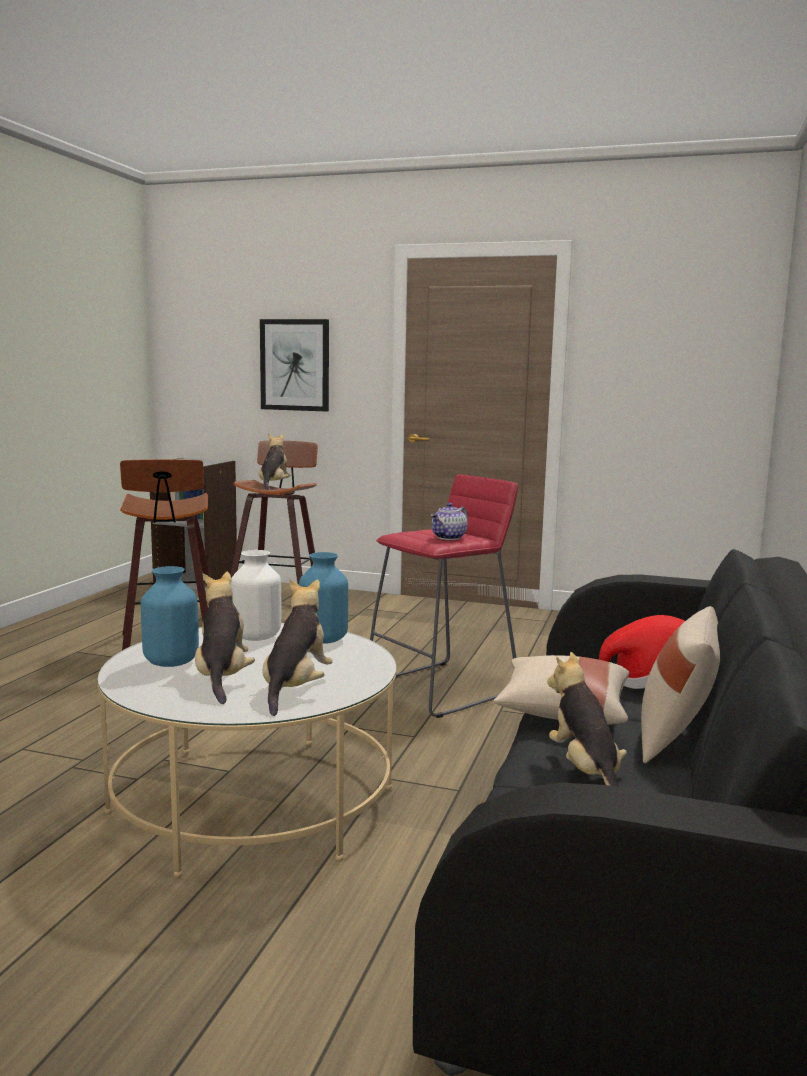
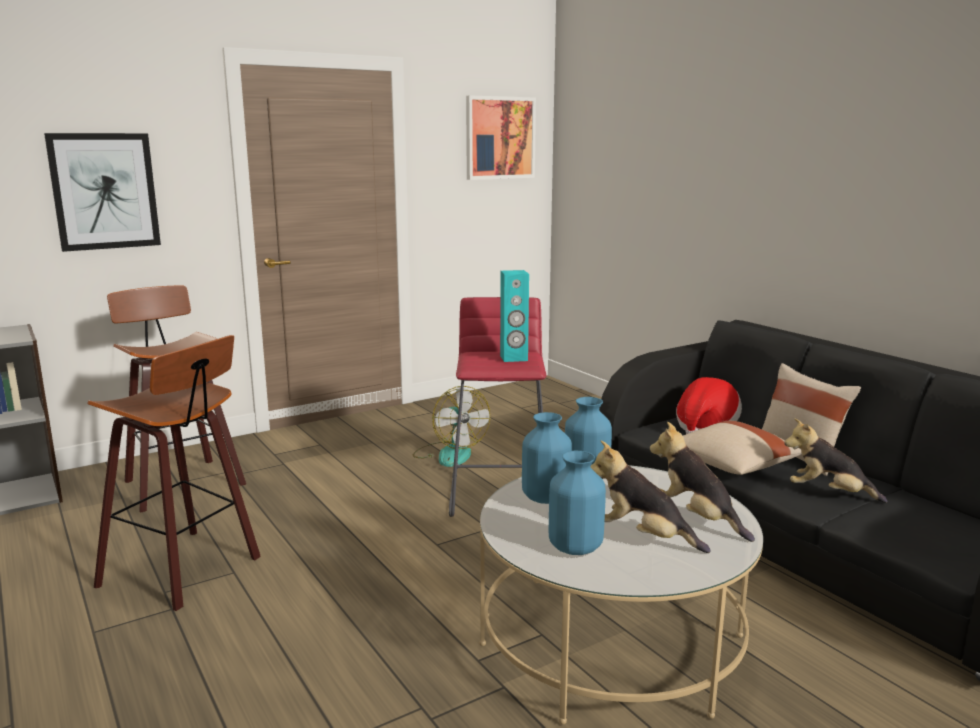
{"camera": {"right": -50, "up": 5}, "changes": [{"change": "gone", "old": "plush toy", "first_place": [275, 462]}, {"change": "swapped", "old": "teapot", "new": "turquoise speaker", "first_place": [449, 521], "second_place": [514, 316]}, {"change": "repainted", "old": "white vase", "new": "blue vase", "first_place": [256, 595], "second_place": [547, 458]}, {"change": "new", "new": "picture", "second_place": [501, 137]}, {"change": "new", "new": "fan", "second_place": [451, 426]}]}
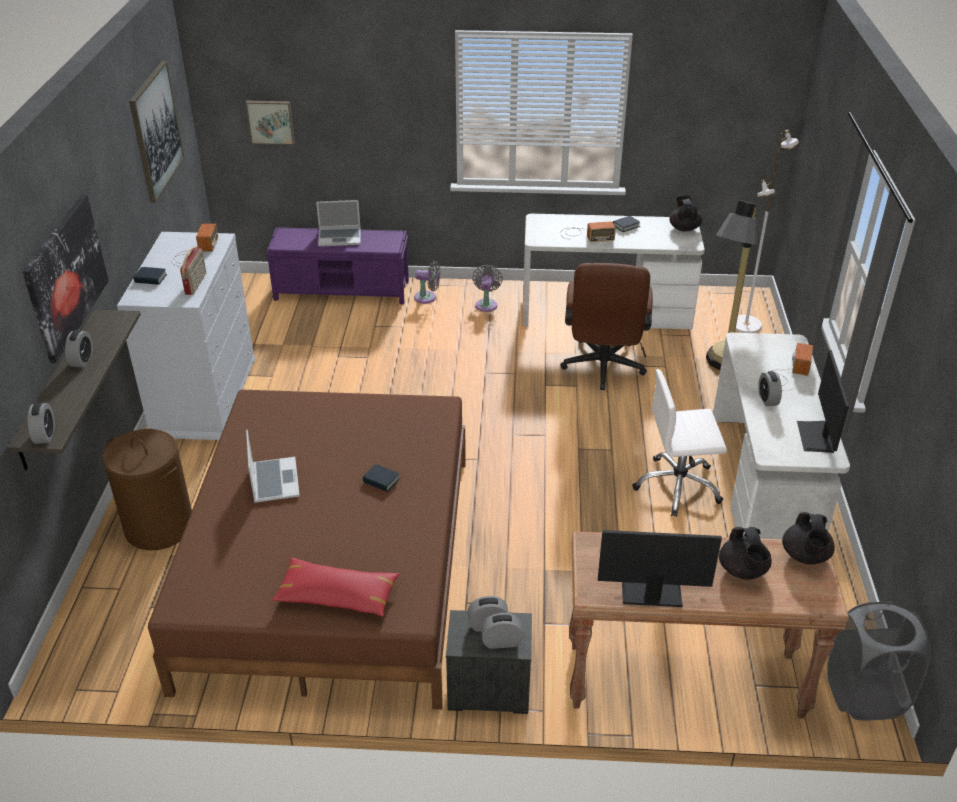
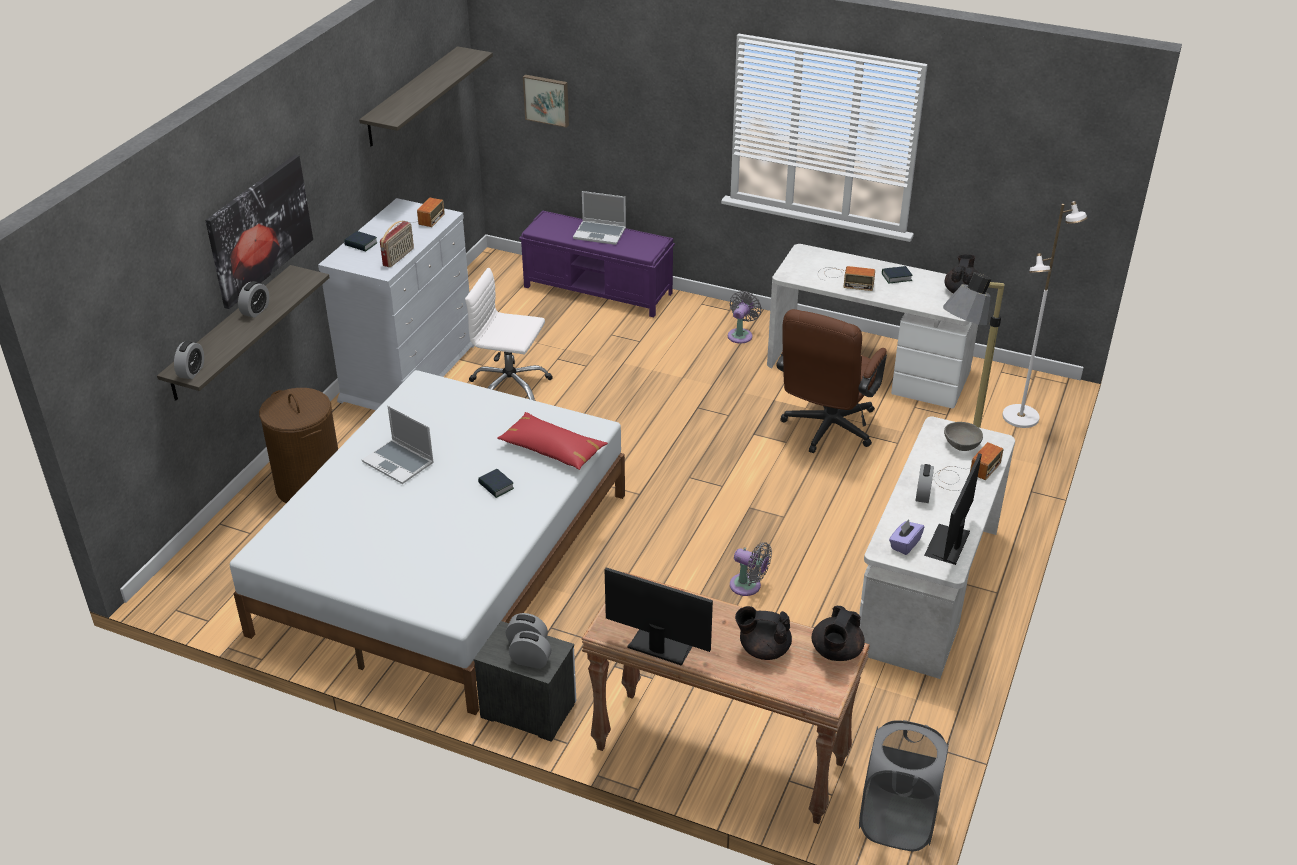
{"camera": {"right": 20, "up": 0}, "changes": [{"change": "swapped", "old": "picture", "new": "shelf", "first_place": [157, 132], "second_place": [426, 96]}, {"change": "shifted", "old": "grey fan", "first_place": [427, 282], "second_place": [751, 569]}, {"change": "shifted", "old": "white office chair", "first_place": [679, 443], "second_place": [509, 334]}, {"change": "repainted", "old": "brown bed", "new": "white bed", "first_place": [307, 549], "second_place": [427, 542]}, {"change": "rotated", "old": "laptop", "first_place": [273, 466], "second_place": [398, 444], "degrees": 120}, {"change": "rotated", "old": "black teapot", "first_place": [745, 553], "second_place": [763, 633], "degrees": 90}, {"change": "shifted", "old": "red pillow", "first_place": [335, 587], "second_place": [552, 441]}, {"change": "new", "new": "grey bowl", "second_place": [963, 436]}, {"change": "new", "new": "purple tissue box", "second_place": [906, 537]}]}
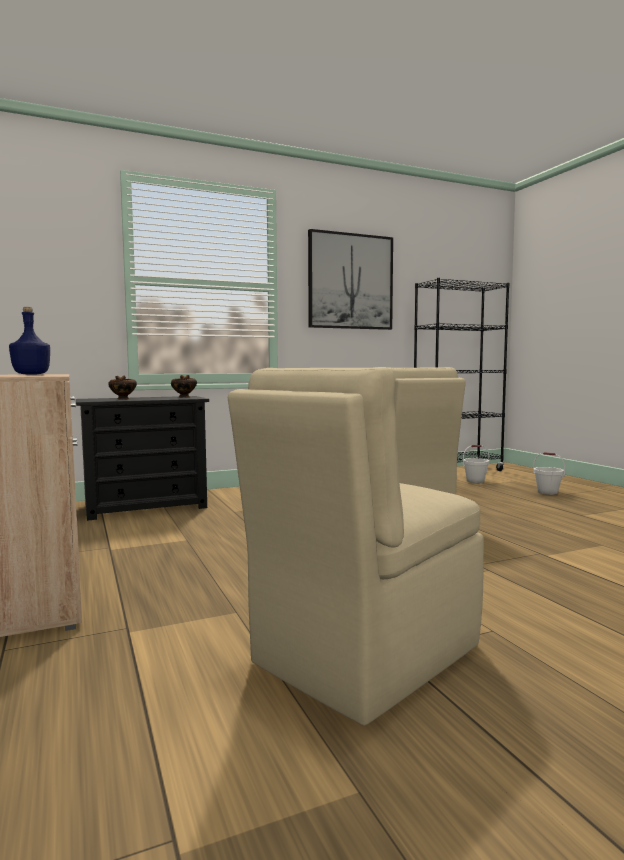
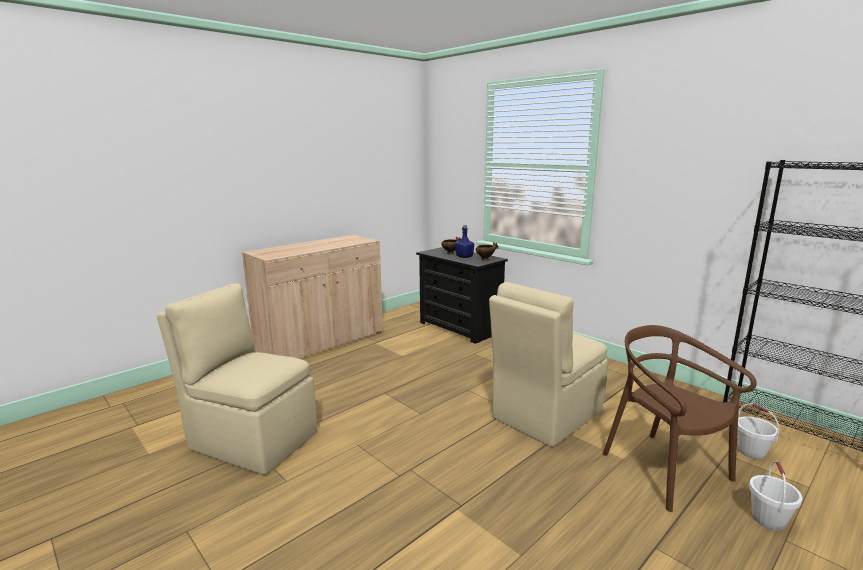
{"camera": {"right": 70, "up": 10}, "changes": [{"change": "gone", "old": "picture", "first_place": [350, 279]}, {"change": "shifted", "old": "blue bottle", "first_place": [29, 341], "second_place": [464, 241]}, {"change": "new", "new": "brown chair", "second_place": [680, 418]}]}
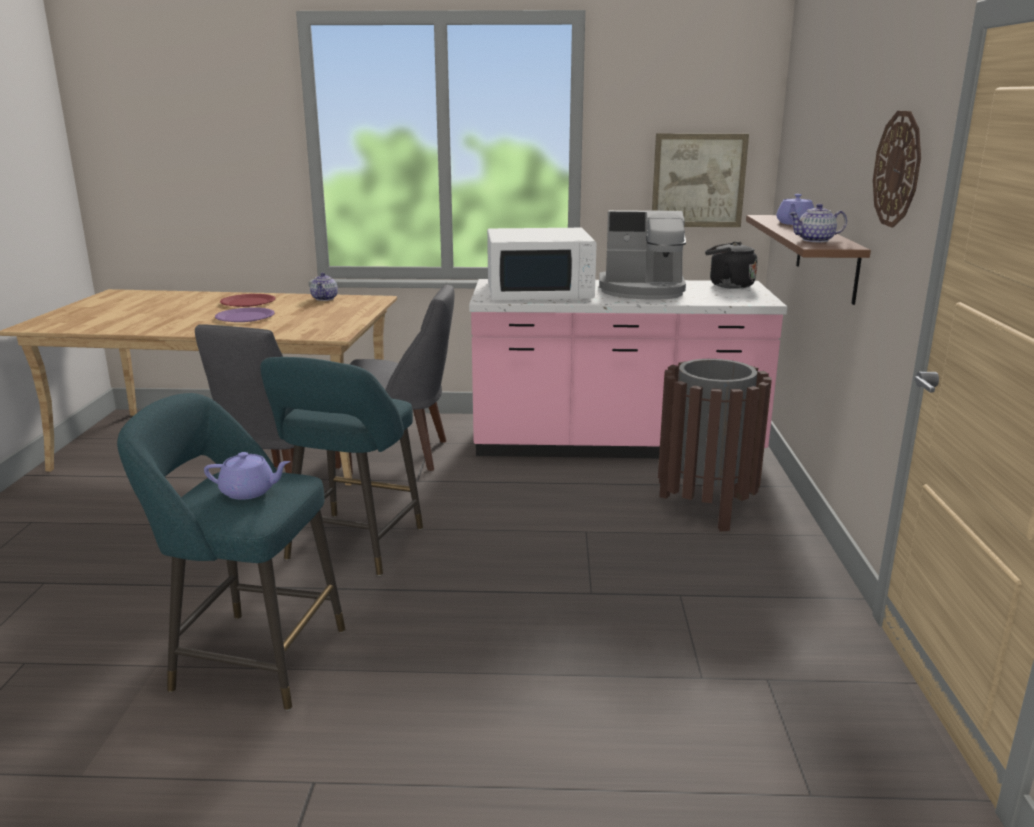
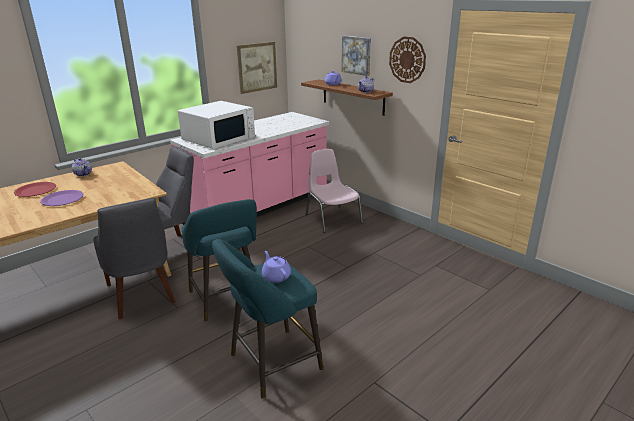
{"camera": {"right": -45, "up": 5}, "changes": [{"change": "gone", "old": "coffee machine", "first_place": [642, 255]}, {"change": "gone", "old": "black kettle", "first_place": [731, 265]}, {"change": "swapped", "old": "brown trash can", "new": "pink chair", "first_place": [715, 445], "second_place": [334, 190]}, {"change": "rotated", "old": "purple teapot", "first_place": [247, 476], "second_place": [276, 267], "degrees": -75}, {"change": "new", "new": "picture", "second_place": [356, 56]}]}
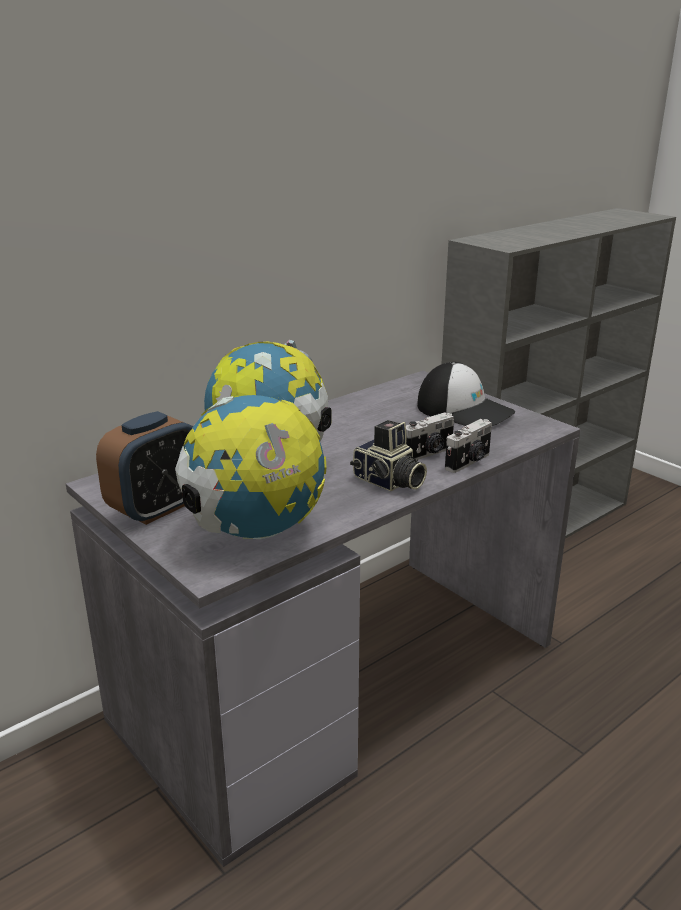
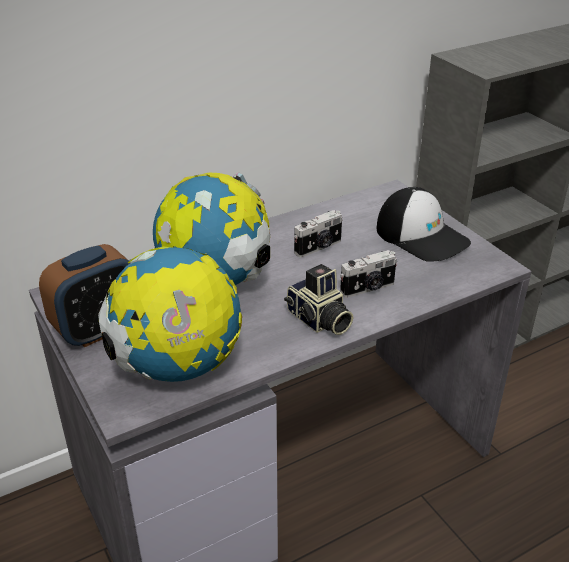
{"camera": {"right": 10, "up": 10}, "changes": [{"change": "shifted", "old": "photo camera", "first_place": [468, 446], "second_place": [318, 233]}]}
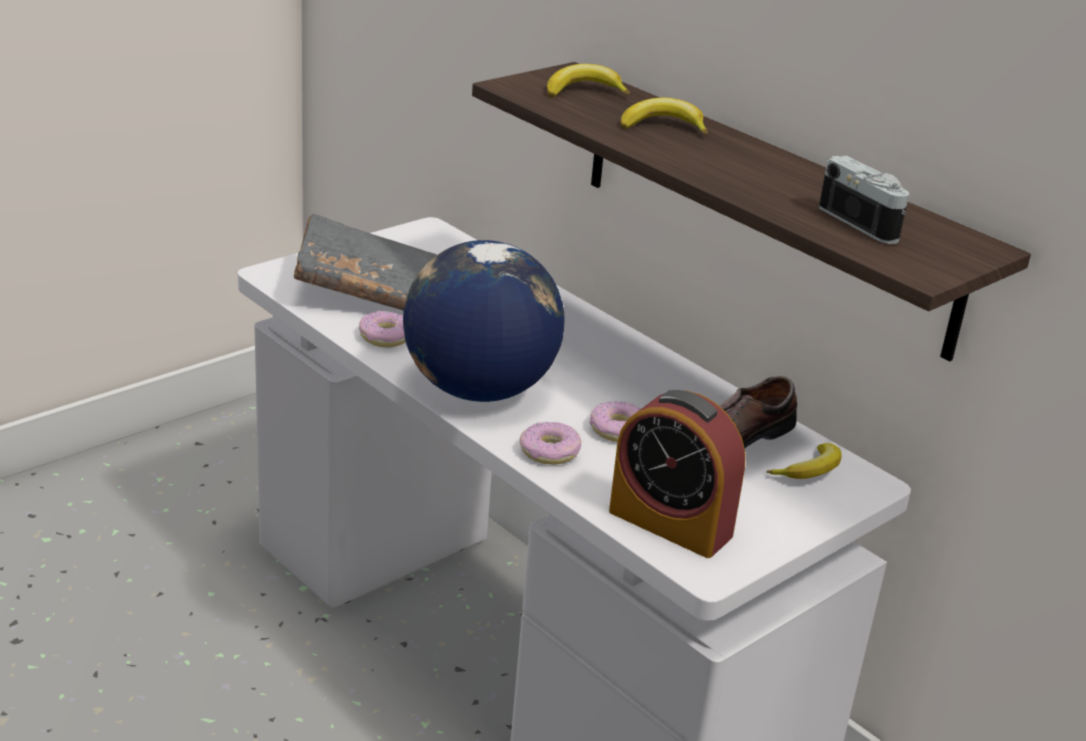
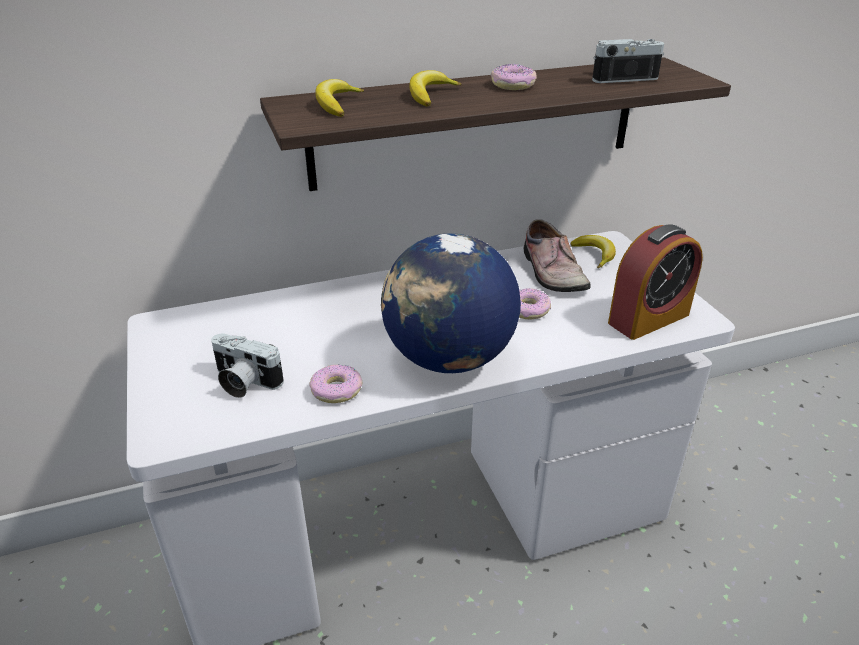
{"camera": {"right": -65, "up": 5}, "changes": [{"change": "swapped", "old": "grey book", "new": "photo camera", "first_place": [365, 262], "second_place": [247, 366]}, {"change": "shifted", "old": "donut", "first_place": [550, 443], "second_place": [514, 77]}]}
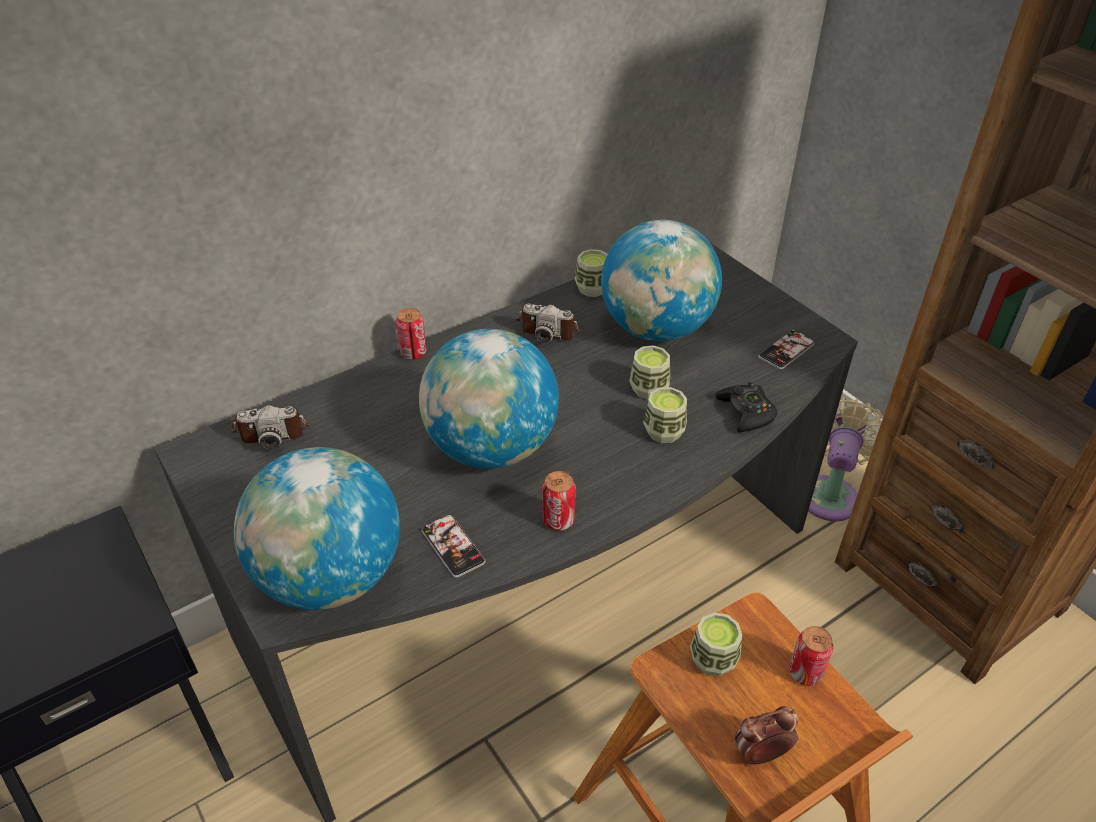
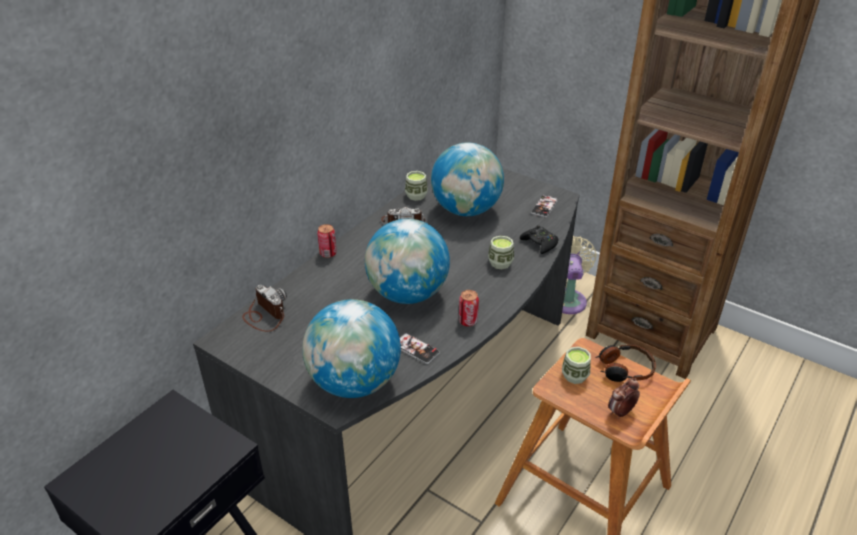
{"camera": {"right": -20, "up": -5}, "changes": [{"change": "gone", "old": "cup", "first_place": [649, 372]}, {"change": "rotated", "old": "photo camera", "first_place": [270, 427], "second_place": [264, 308], "degrees": -105}, {"change": "swapped", "old": "can", "new": "headphones", "first_place": [811, 656], "second_place": [625, 363]}]}
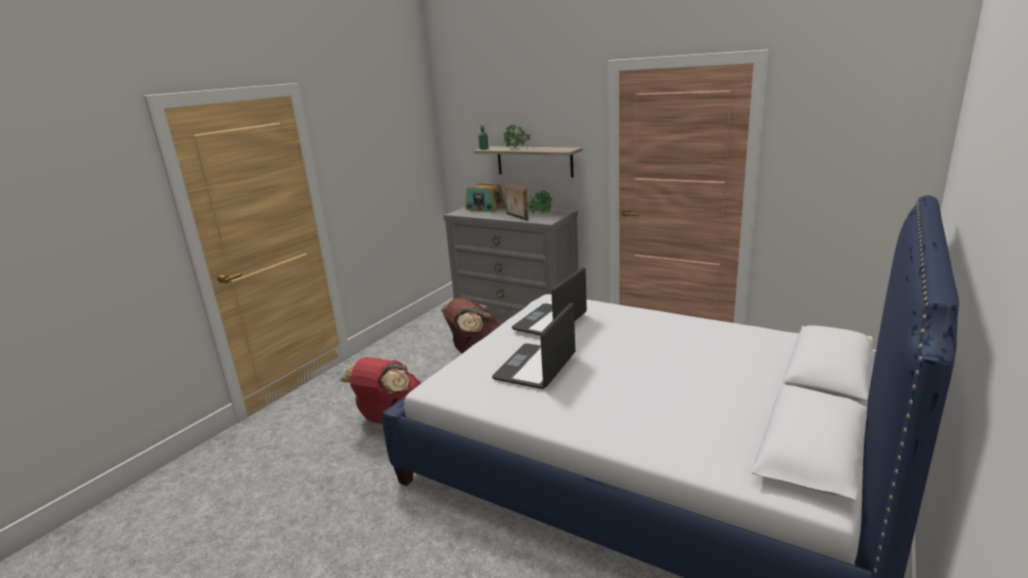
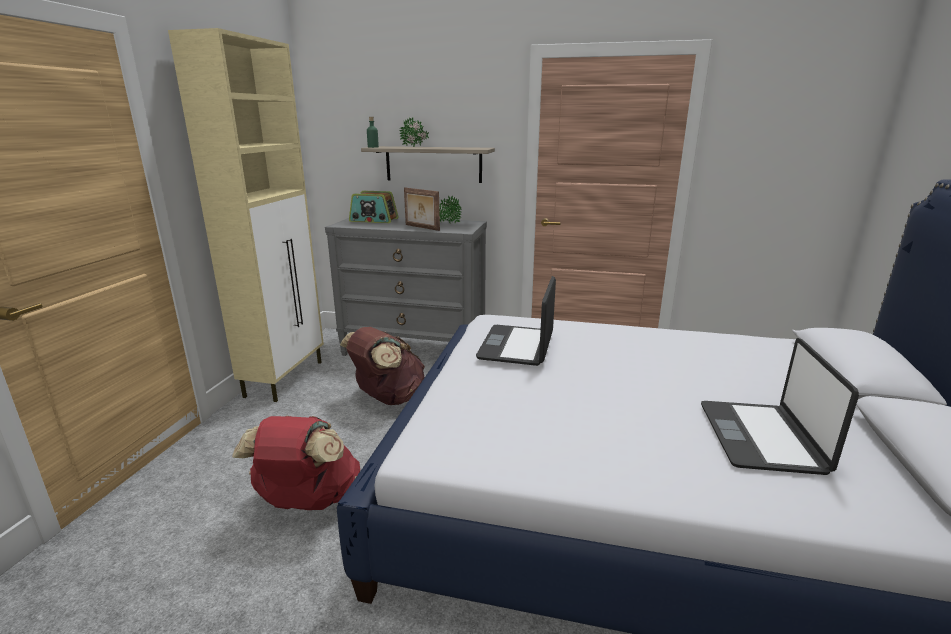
{"camera": {"right": -20, "up": 0}, "changes": [{"change": "shifted", "old": "laptop", "first_place": [534, 346], "second_place": [780, 406]}, {"change": "new", "new": "beige cabinet", "second_place": [246, 215]}]}
